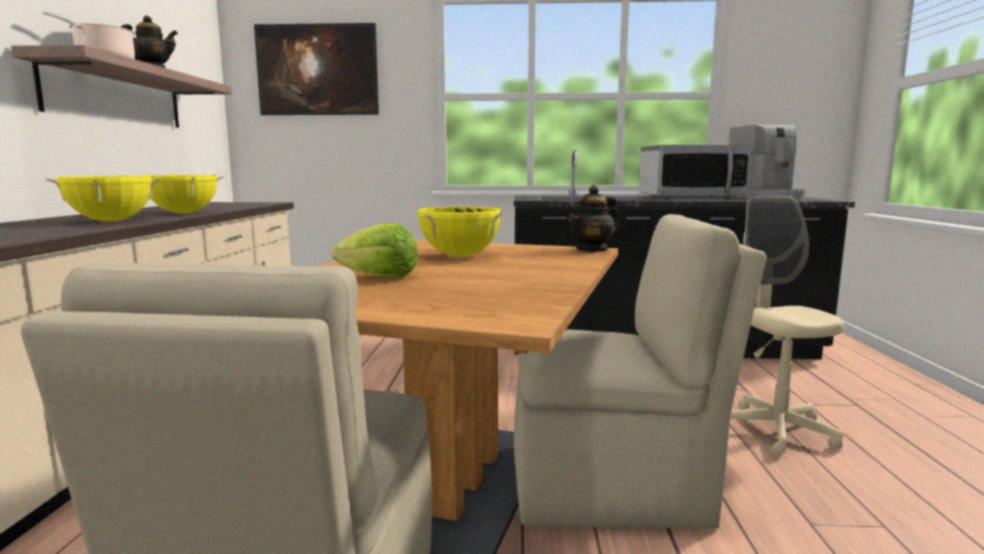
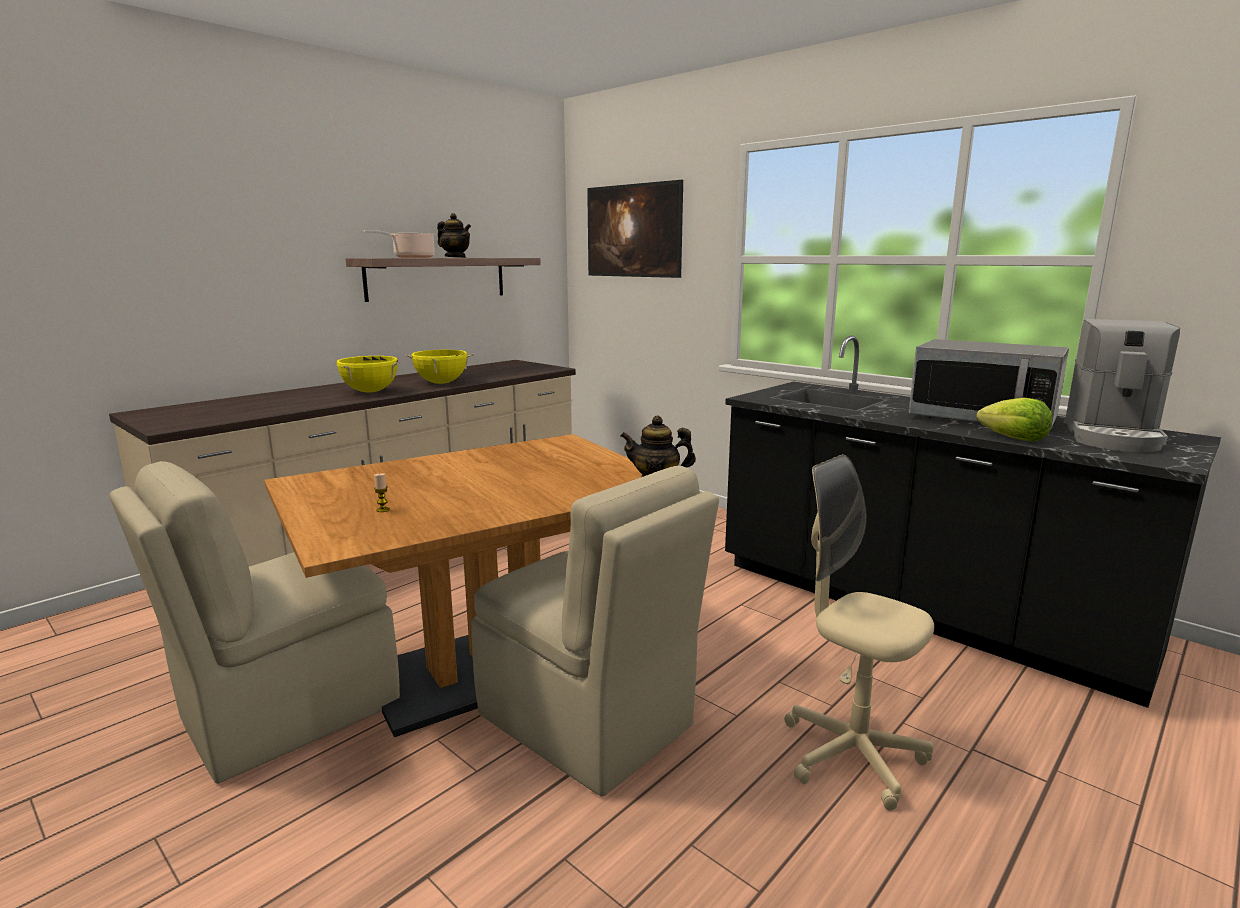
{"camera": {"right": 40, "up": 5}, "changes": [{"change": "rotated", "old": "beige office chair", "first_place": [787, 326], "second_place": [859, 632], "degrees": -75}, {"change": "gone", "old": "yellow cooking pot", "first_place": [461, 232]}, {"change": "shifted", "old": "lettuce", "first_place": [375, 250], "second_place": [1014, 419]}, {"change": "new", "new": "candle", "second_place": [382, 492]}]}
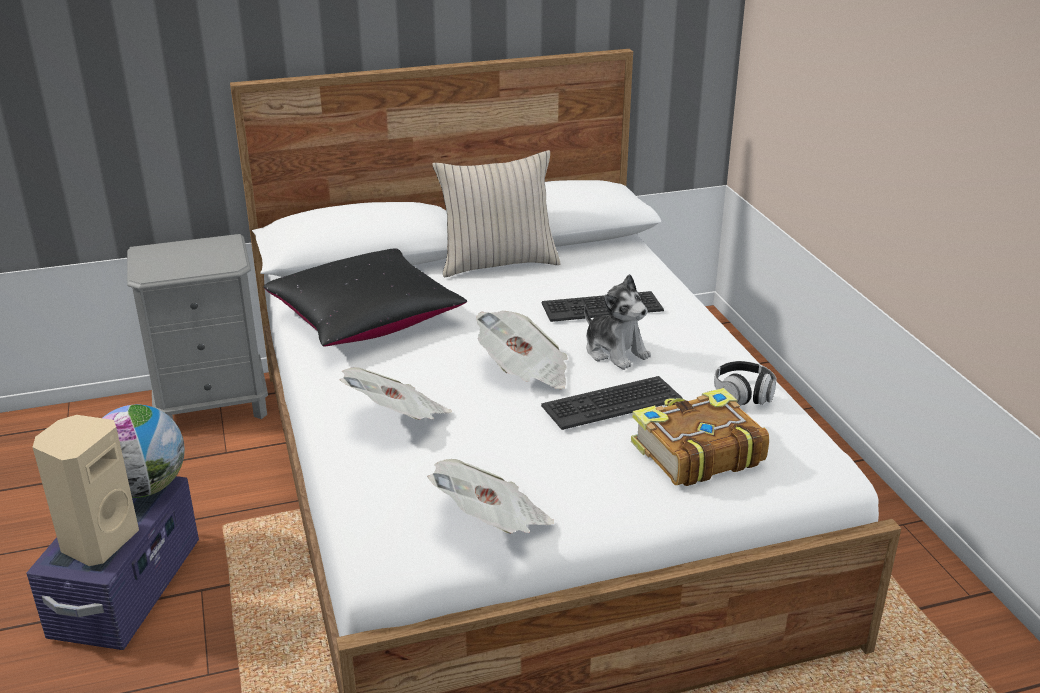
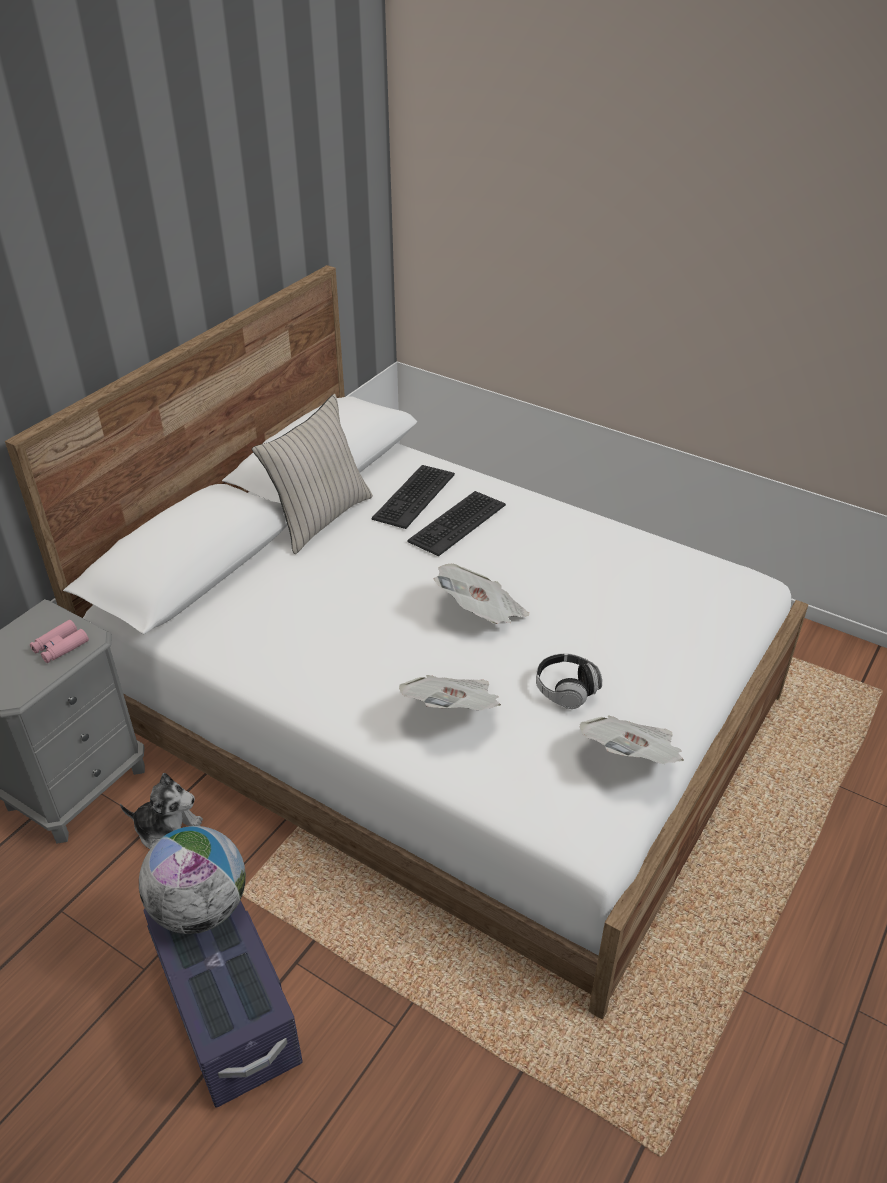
{"camera": {"right": -40, "up": 10}, "changes": [{"change": "gone", "old": "black pillow", "first_place": [365, 297]}, {"change": "shifted", "old": "plush toy", "first_place": [617, 322], "second_place": [161, 811]}, {"change": "shifted", "old": "headphones", "first_place": [745, 383], "second_place": [569, 681]}, {"change": "shifted", "old": "keyboard", "first_place": [612, 403], "second_place": [413, 497]}, {"change": "gone", "old": "book", "first_place": [700, 437]}, {"change": "gone", "old": "beige speaker", "first_place": [86, 490]}, {"change": "new", "new": "pink binoculars", "second_place": [59, 641]}]}
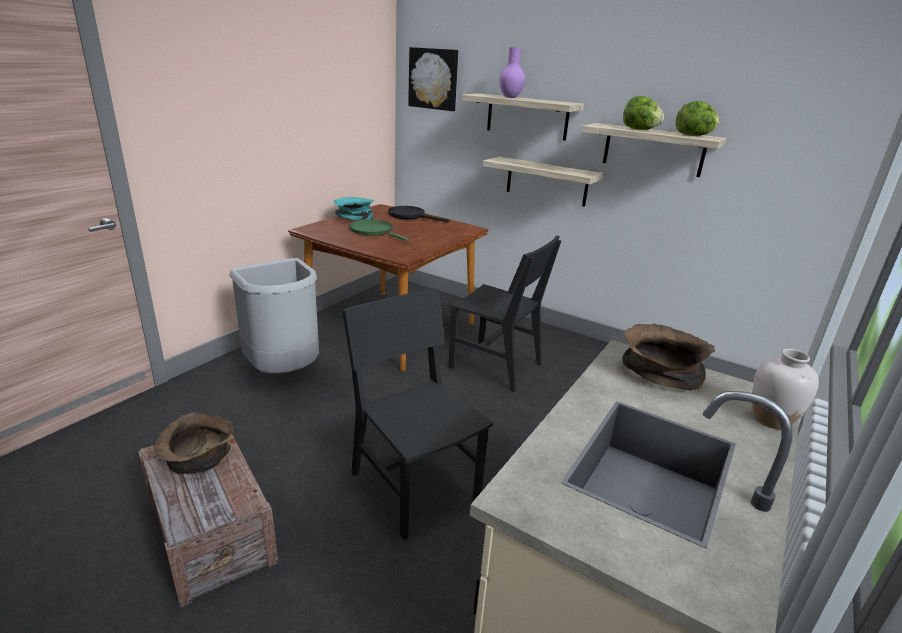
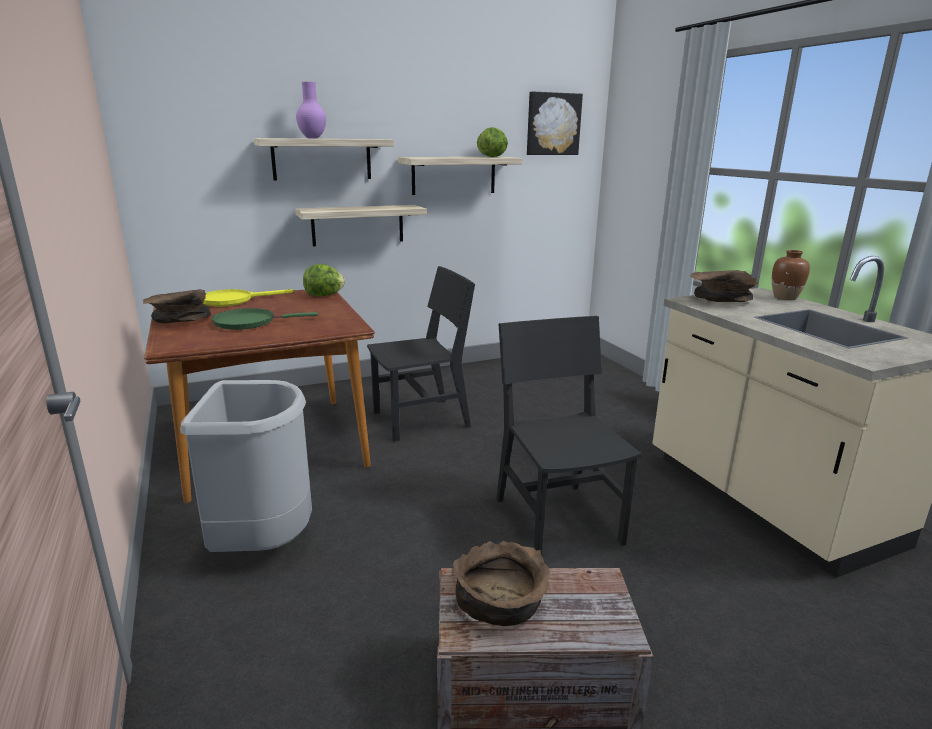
{"camera": {"right": -55, "up": -5}, "changes": [{"change": "shifted", "old": "picture", "first_place": [433, 79], "second_place": [555, 123]}, {"change": "shifted", "old": "lettuce", "first_place": [643, 113], "second_place": [324, 280]}, {"change": "repainted", "old": "turquoise bowl", "new": "brown bowl", "first_place": [354, 208], "second_place": [177, 306]}, {"change": "repainted", "old": "black frying pan", "new": "yellow frying pan", "first_place": [419, 214], "second_place": [248, 298]}, {"change": "rotated", "old": "black chair", "first_place": [417, 414], "second_place": [569, 436], "degrees": 75}, {"change": "repainted", "old": "white vase", "new": "brown vase", "first_place": [785, 389], "second_place": [791, 275]}]}
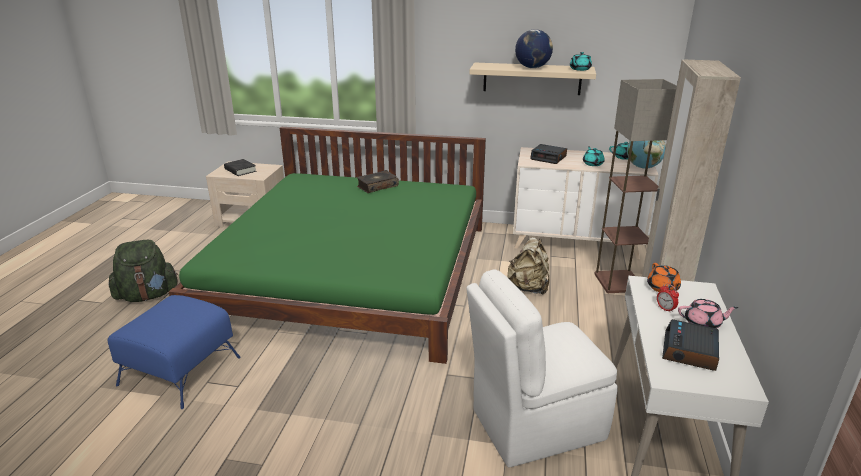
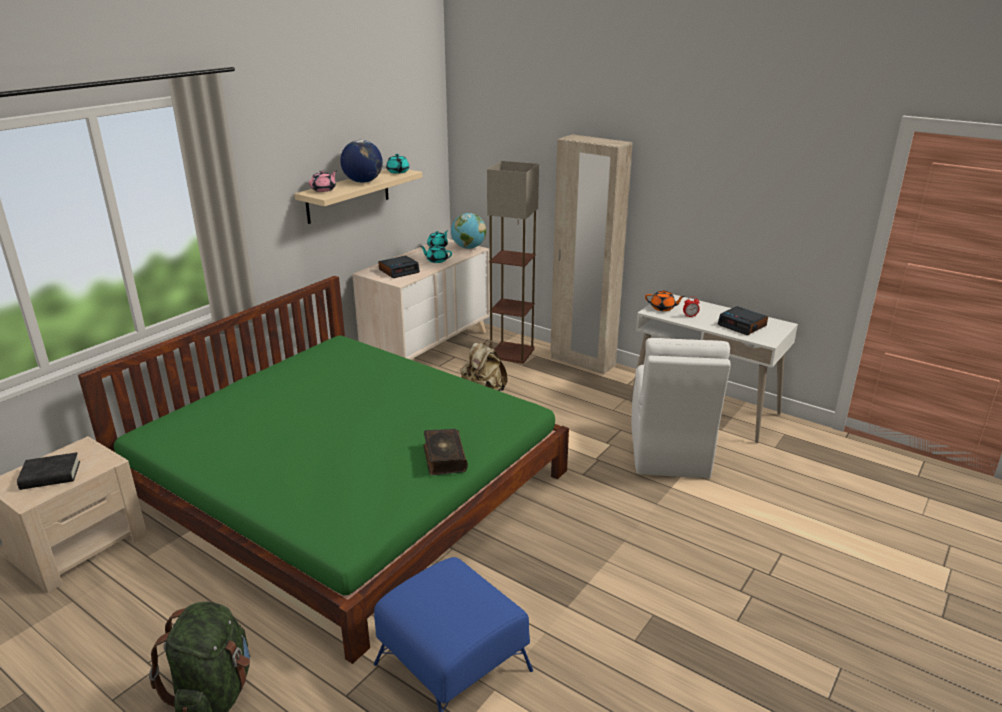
{"camera": {"right": -65, "up": 0}, "changes": [{"change": "shifted", "old": "book", "first_place": [378, 181], "second_place": [445, 452]}, {"change": "shifted", "old": "pink teapot", "first_place": [708, 314], "second_place": [322, 181]}]}
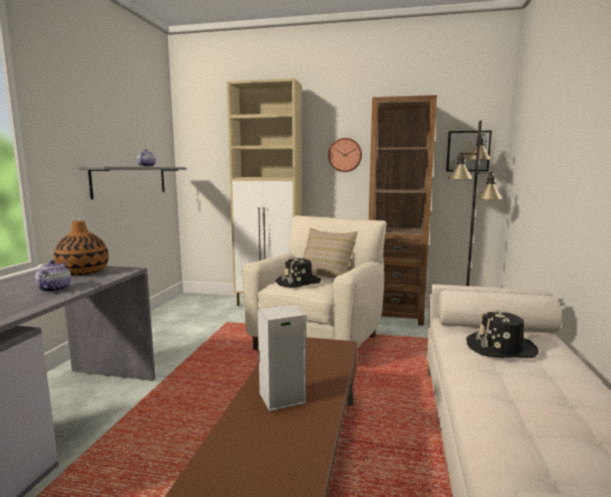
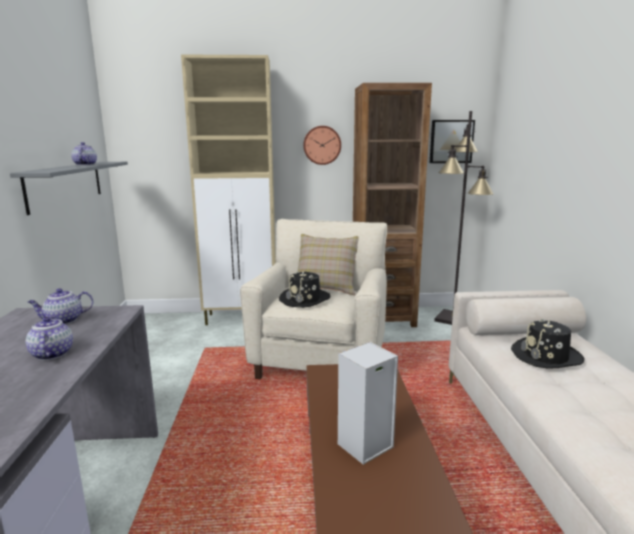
{"camera": {"right": -15, "up": 5}, "changes": [{"change": "swapped", "old": "vase", "new": "teapot", "first_place": [81, 248], "second_place": [60, 306]}]}
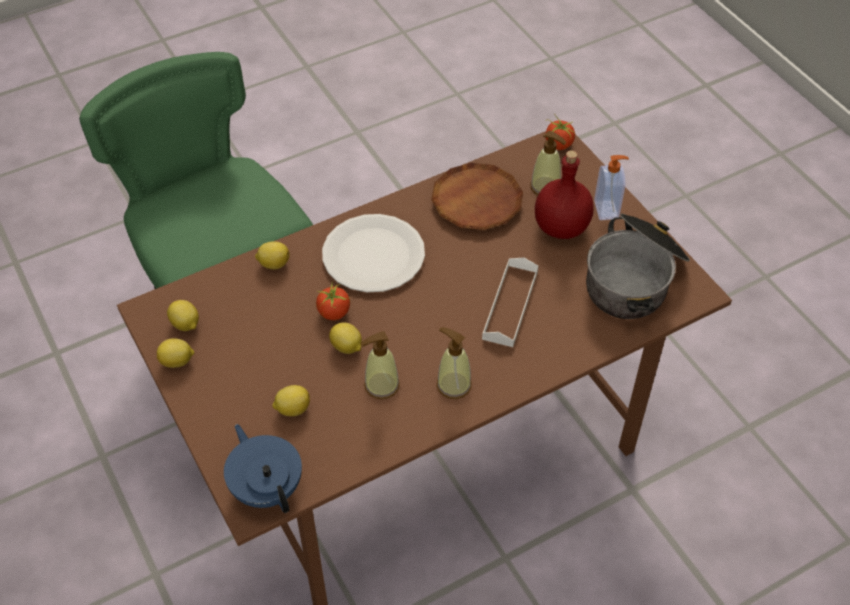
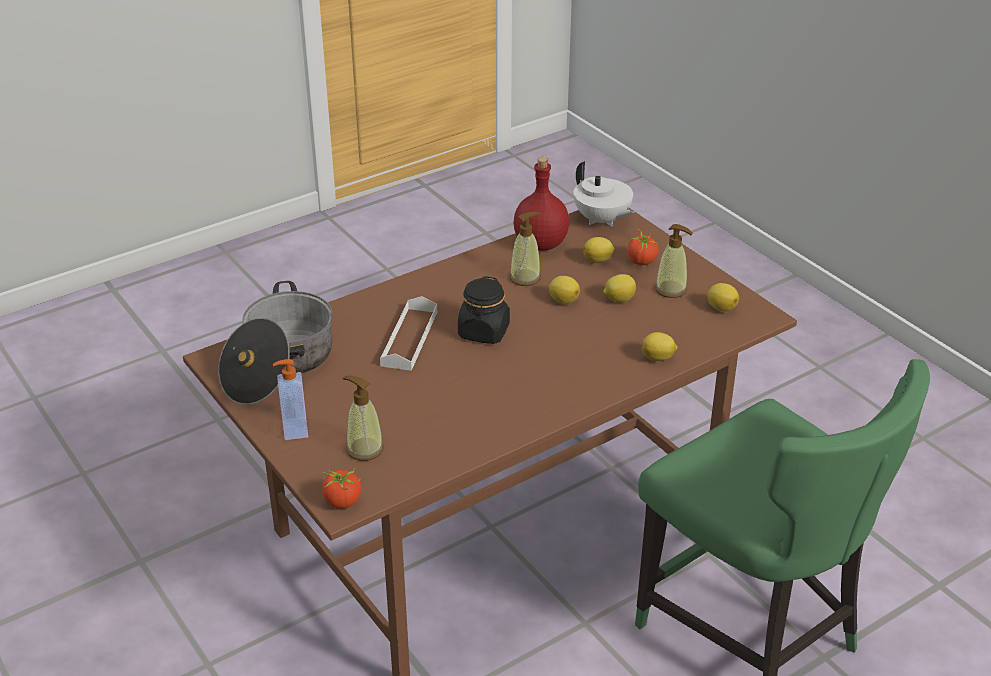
{"camera": {"right": 175, "up": -15}, "changes": [{"change": "shifted", "old": "red bottle", "first_place": [564, 194], "second_place": [541, 204]}, {"change": "gone", "old": "brown plate", "first_place": [477, 196]}, {"change": "gone", "old": "white plate", "first_place": [373, 253]}, {"change": "shifted", "old": "tomato", "first_place": [333, 302], "second_place": [643, 247]}, {"change": "shifted", "old": "soap dispenser", "first_place": [454, 363], "second_place": [674, 261]}, {"change": "shifted", "old": "lemon", "first_place": [176, 353], "second_place": [619, 288]}, {"change": "repainted", "old": "blue teapot", "new": "white teapot", "first_place": [263, 468], "second_place": [604, 194]}, {"change": "new", "new": "black jar", "second_place": [484, 310]}]}
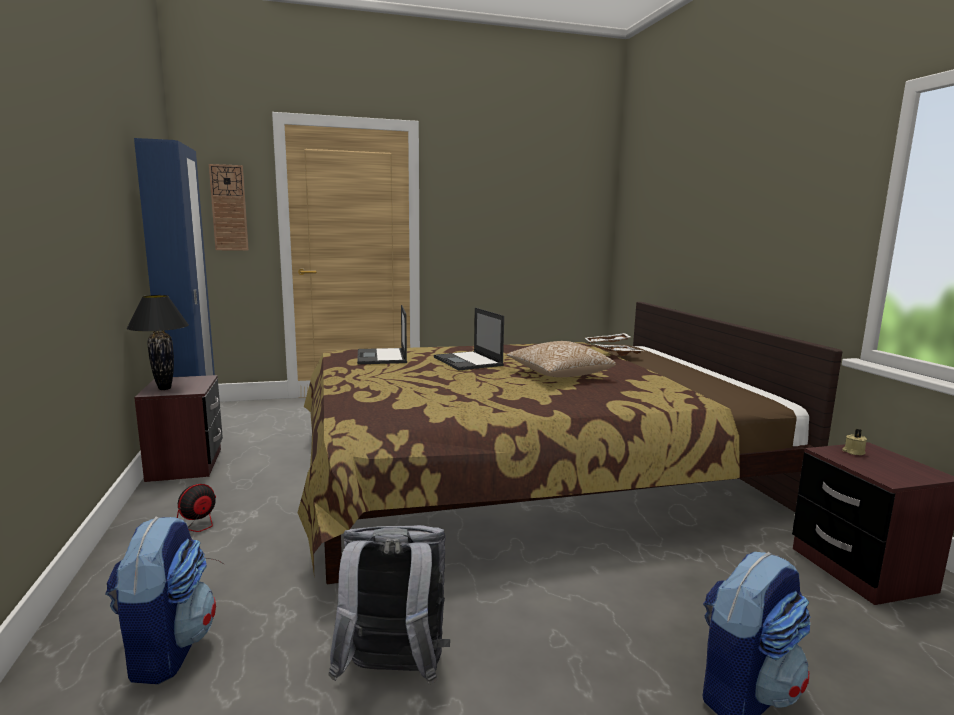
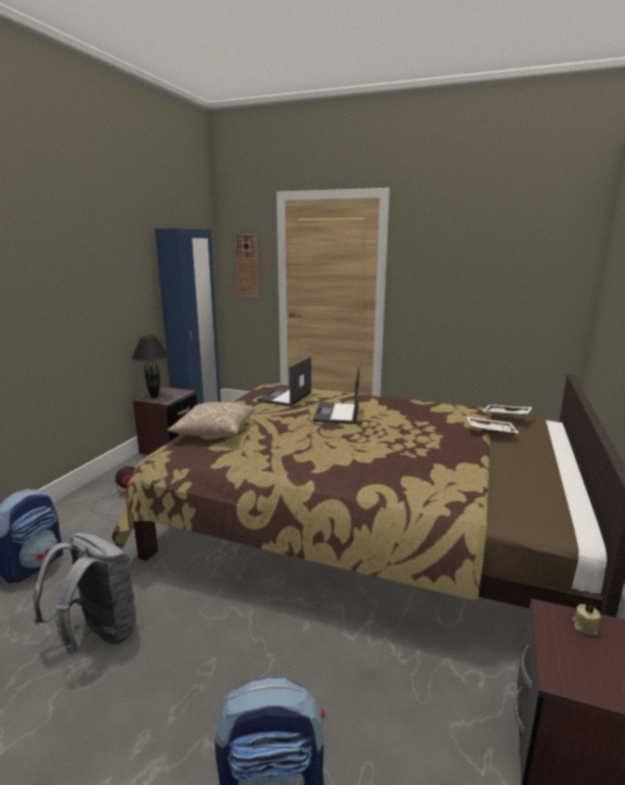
{"camera": {"right": 35, "up": 5}, "changes": [{"change": "shifted", "old": "pillow", "first_place": [561, 359], "second_place": [211, 419]}]}
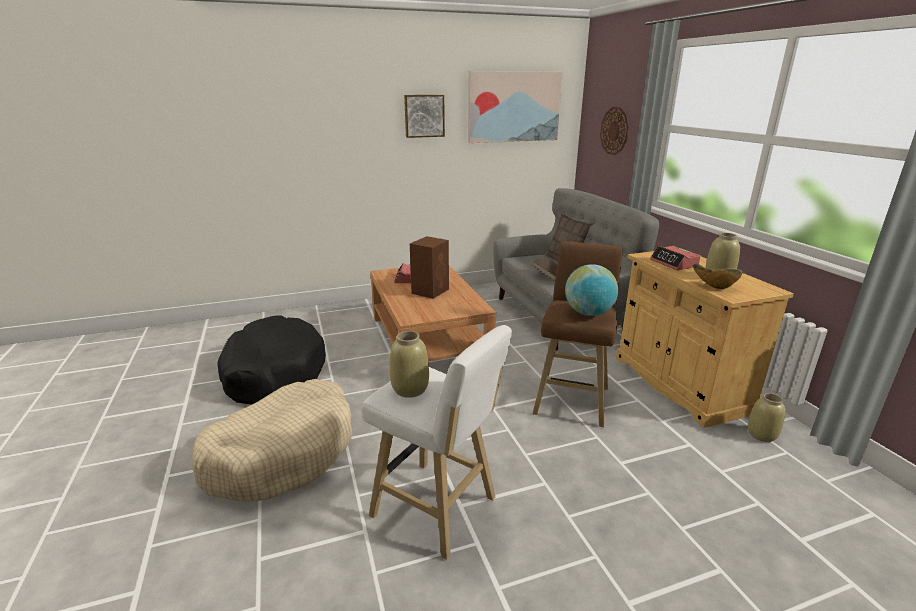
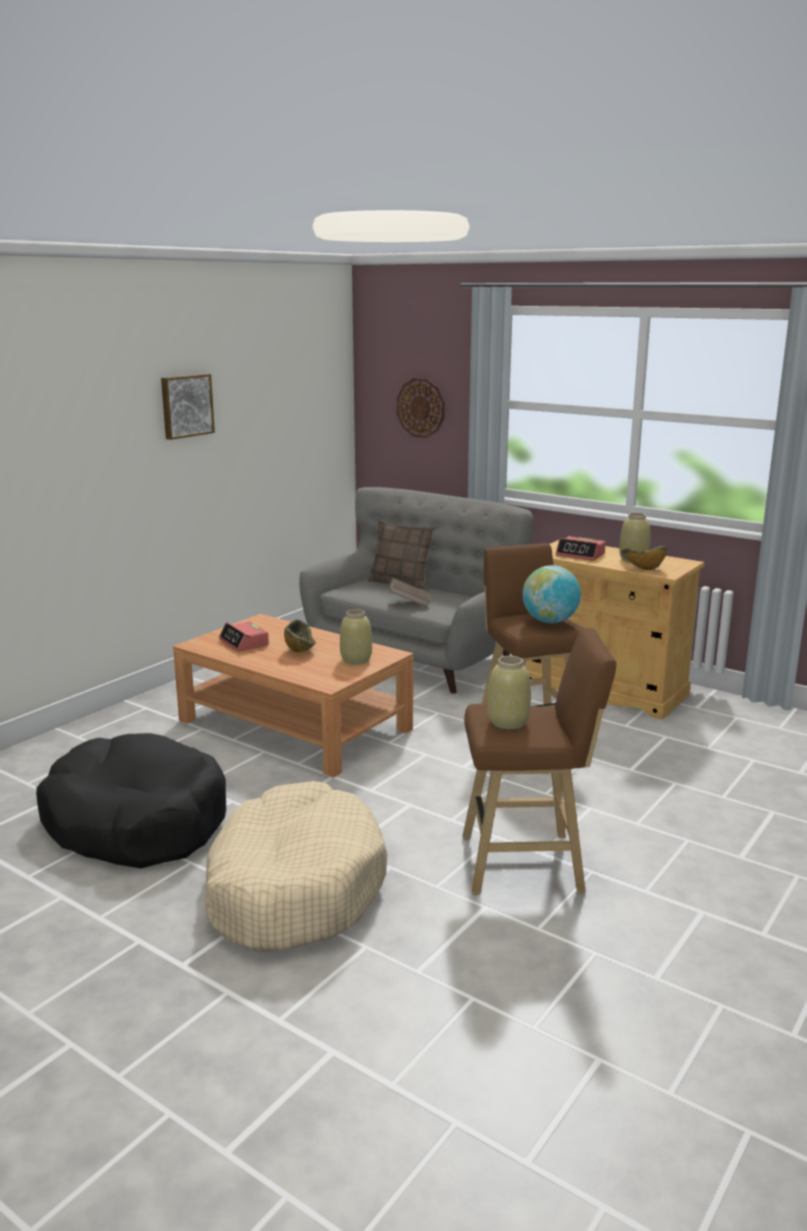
{"camera": {"right": -35, "up": -5}, "changes": [{"change": "gone", "old": "picture", "first_place": [515, 107]}, {"change": "swapped", "old": "brown speaker", "new": "bowl", "first_place": [429, 267], "second_place": [300, 635]}, {"change": "repainted", "old": "white stool", "new": "brown stool", "first_place": [436, 442], "second_place": [539, 761]}, {"change": "shifted", "old": "beige vase", "first_place": [766, 417], "second_place": [356, 636]}]}
